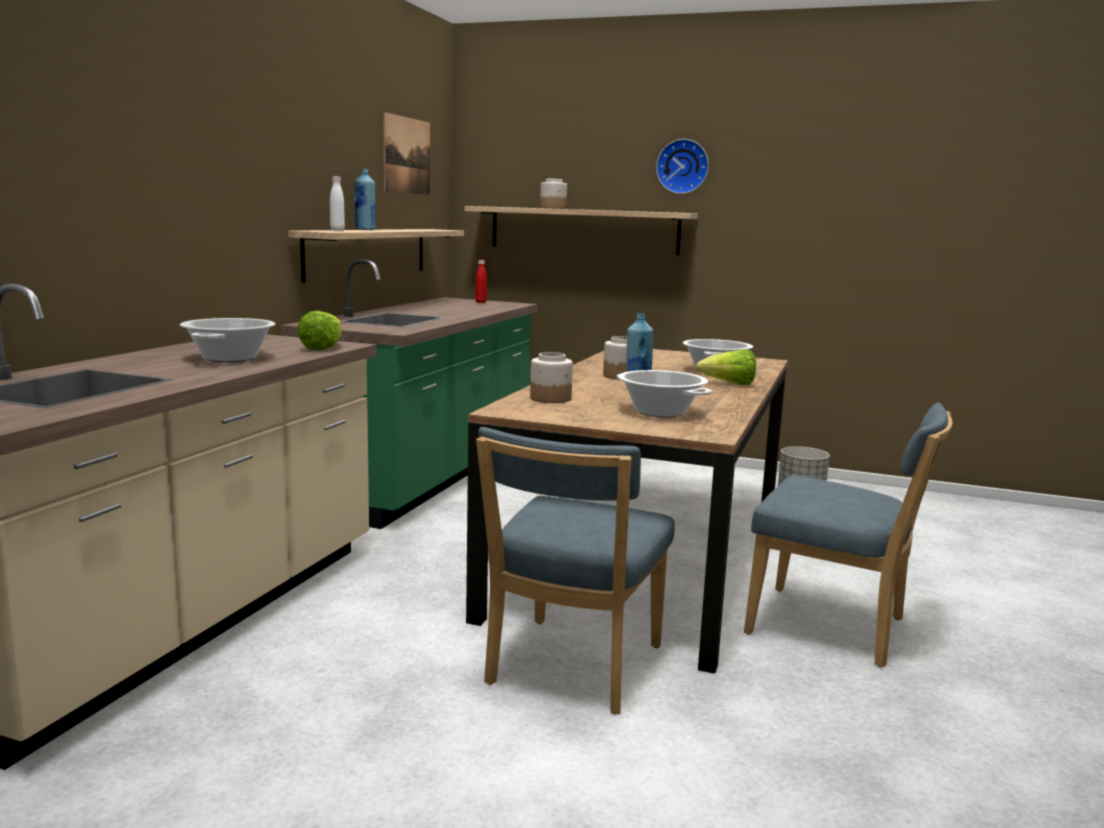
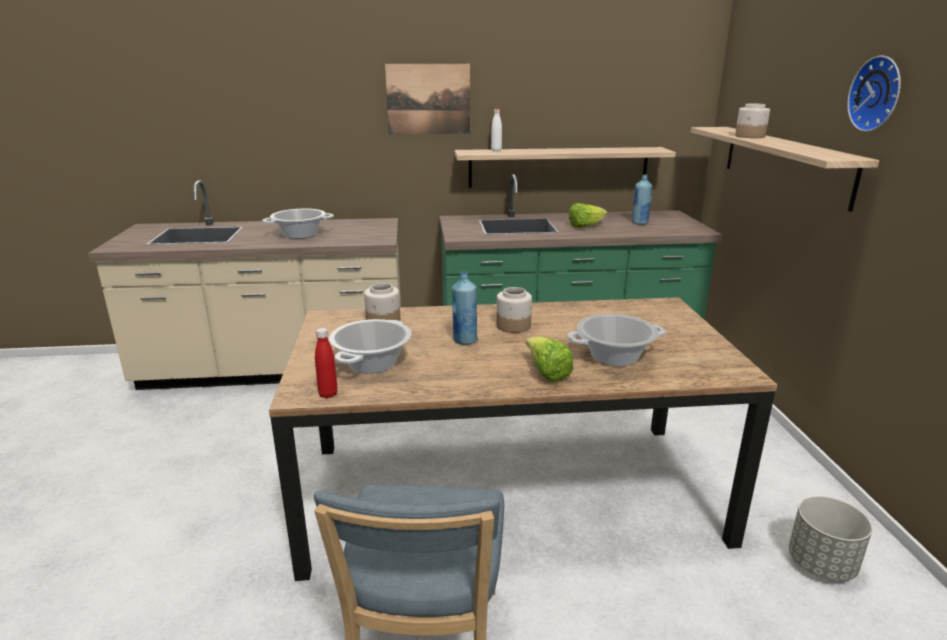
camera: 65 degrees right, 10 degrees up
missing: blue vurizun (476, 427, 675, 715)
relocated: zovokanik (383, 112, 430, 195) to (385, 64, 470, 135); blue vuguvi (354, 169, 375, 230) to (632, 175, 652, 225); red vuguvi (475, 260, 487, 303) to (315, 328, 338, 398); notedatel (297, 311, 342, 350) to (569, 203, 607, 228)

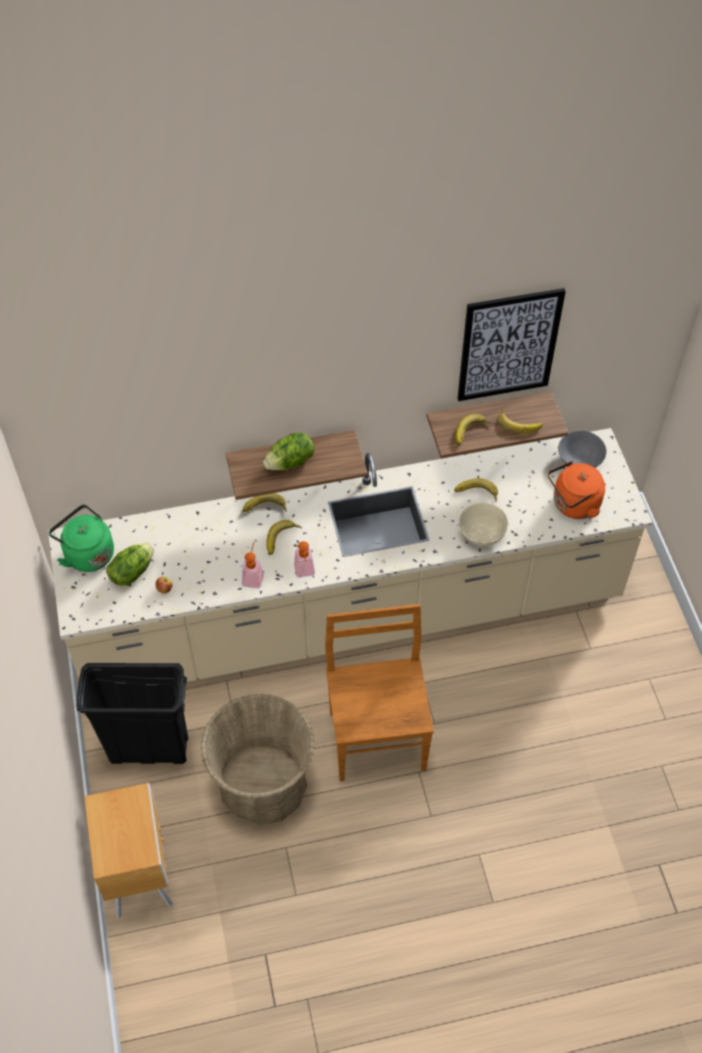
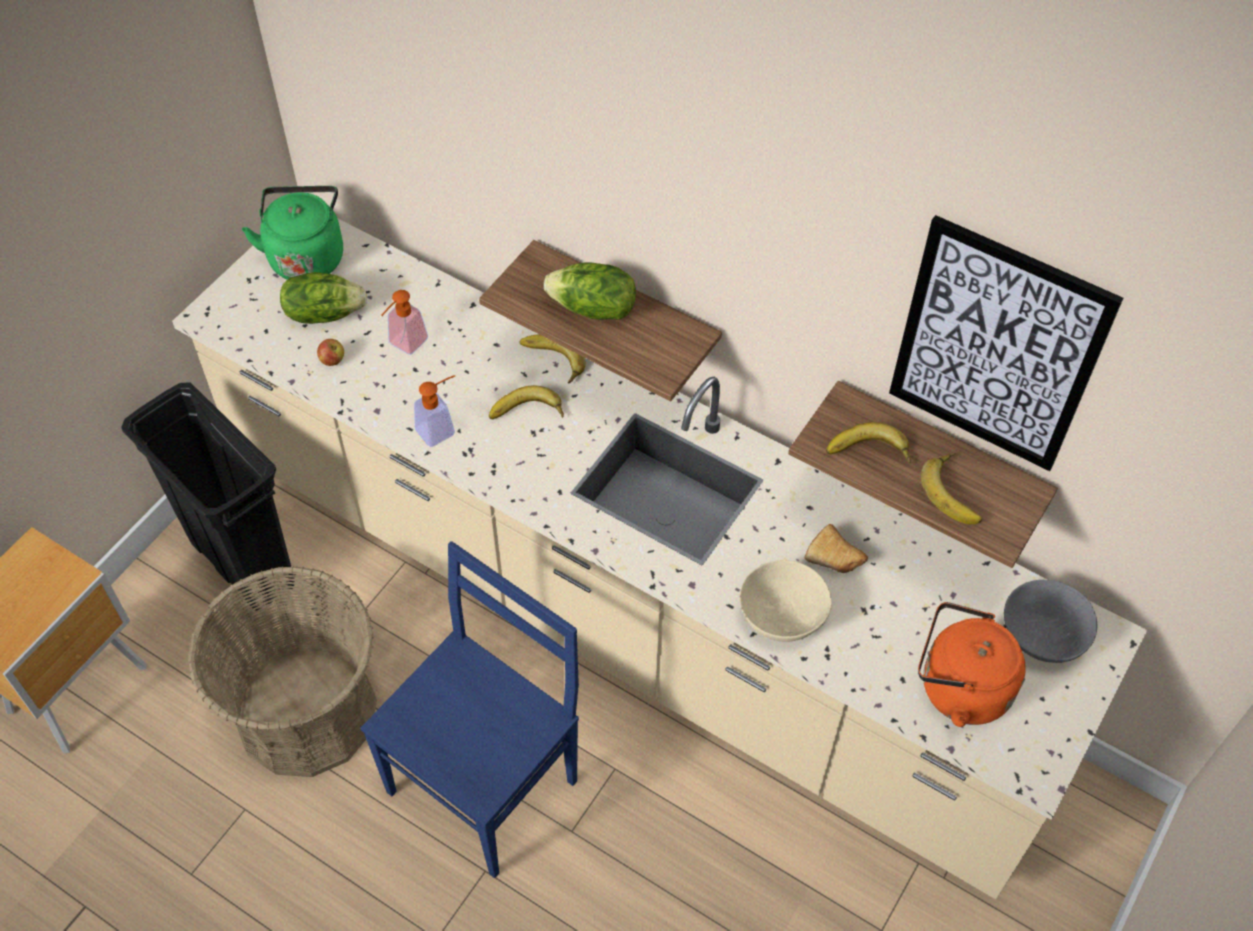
camera: 45 degrees right, 0 degrees up
relocated: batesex (294, 541, 315, 578) to (381, 290, 428, 355)
exchanged: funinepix (454, 478, 498, 502) to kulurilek (805, 524, 868, 573)
colour: brown vurizun (325, 604, 434, 782) to blue vurizun (361, 541, 579, 878)

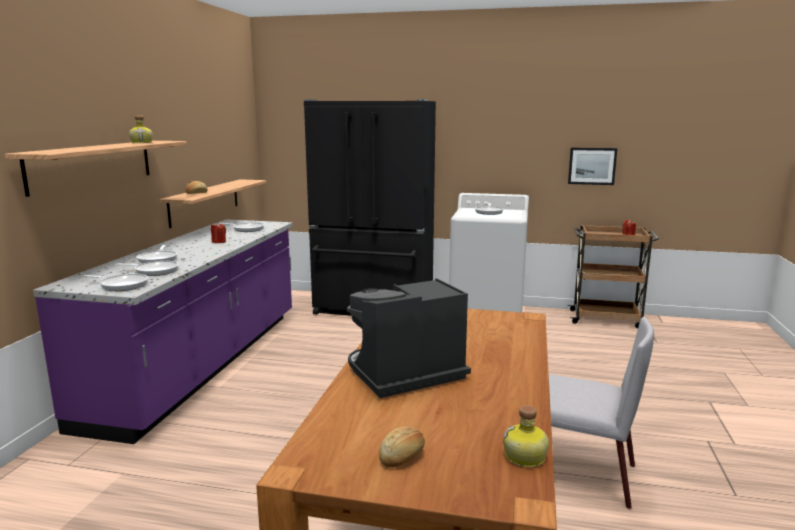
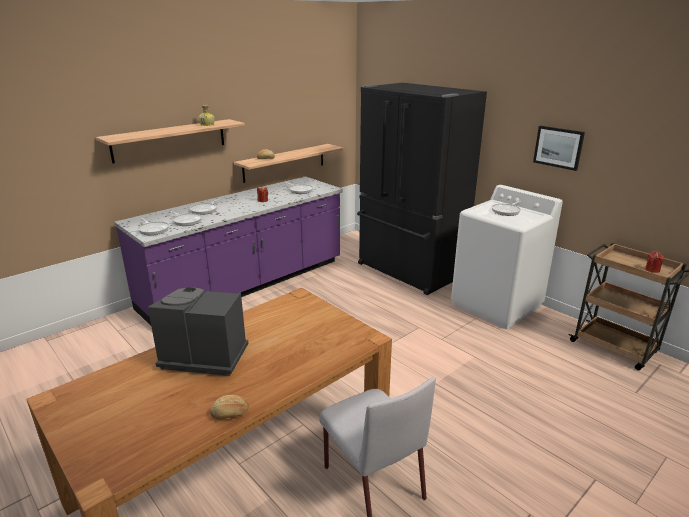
camera: 35 degrees right, 10 degrees up
missing: vuguvi (503, 405, 549, 467)
relocated: zovokanik (568, 148, 617, 185) to (533, 126, 585, 171); kulurilek (379, 426, 425, 468) to (210, 395, 249, 419)

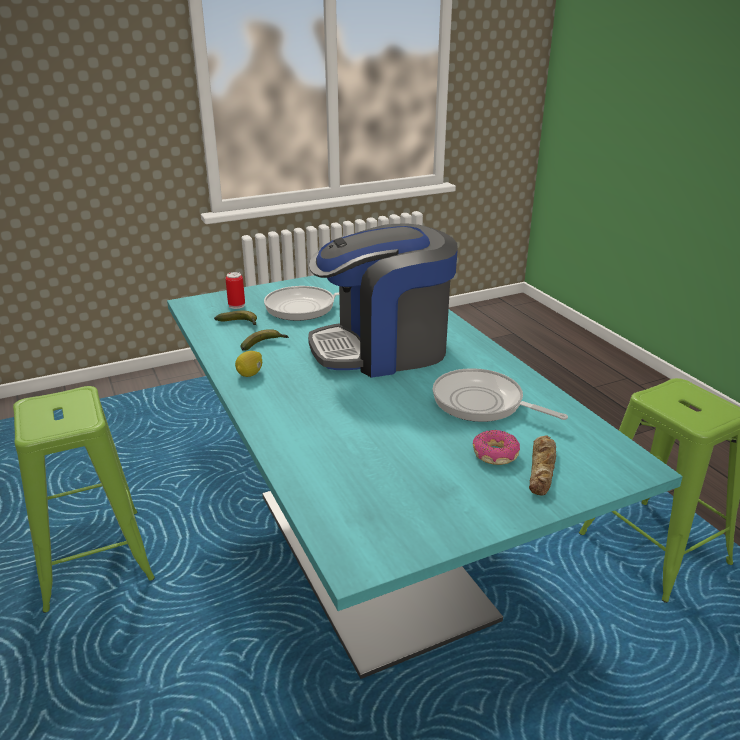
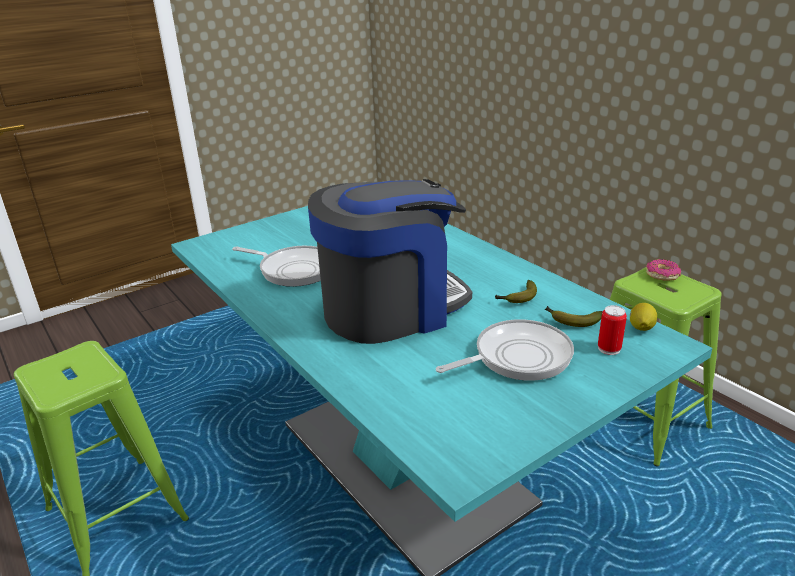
camera: 170 degrees right, 0 degrees up
missing: kulurilek (529, 435, 556, 496)
relocated: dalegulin (235, 351, 262, 377) to (630, 303, 657, 331); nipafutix (473, 430, 520, 465) to (646, 259, 681, 280)

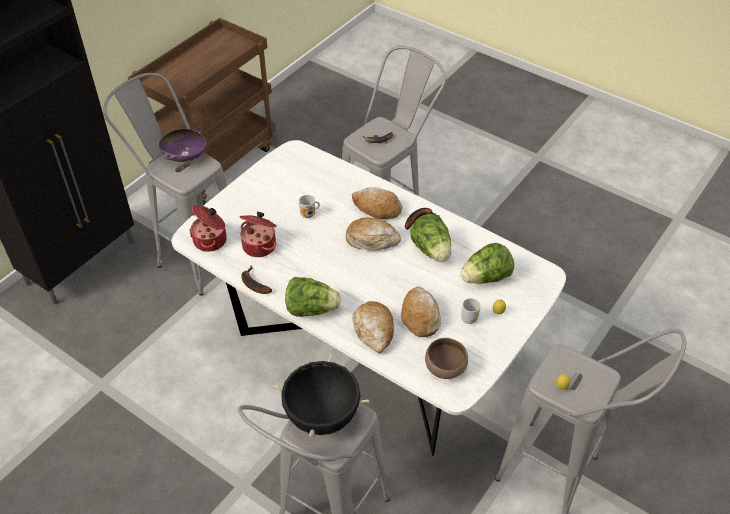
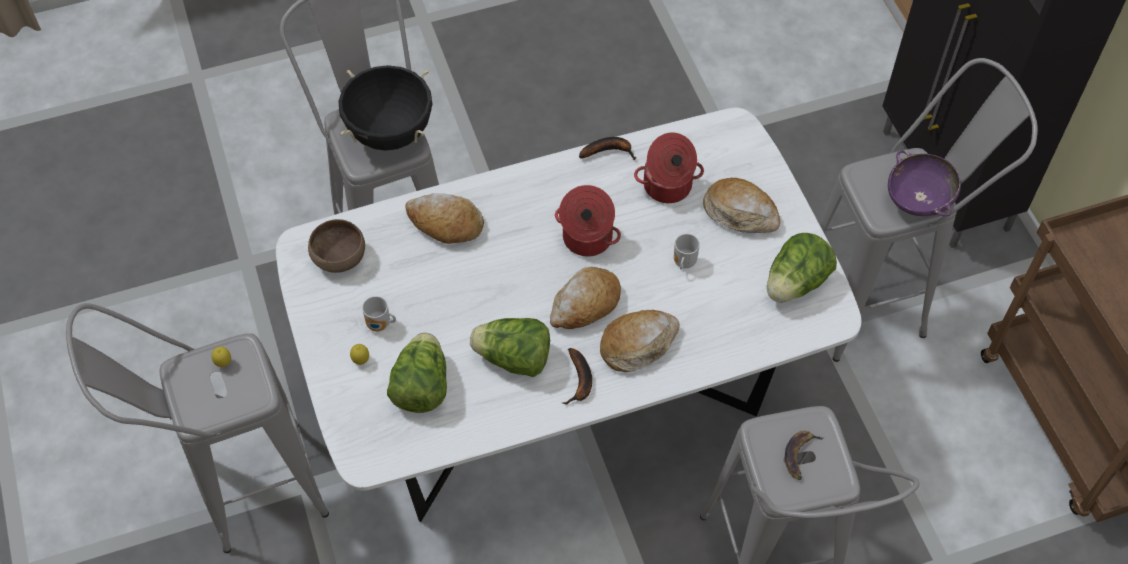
camera: 125 degrees right, 10 degrees up
relocated: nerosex (189, 205, 227, 252) to (555, 185, 621, 256); notedatel (285, 277, 341, 317) to (767, 233, 837, 302); kulurilek (401, 287, 441, 337) to (703, 178, 780, 233)

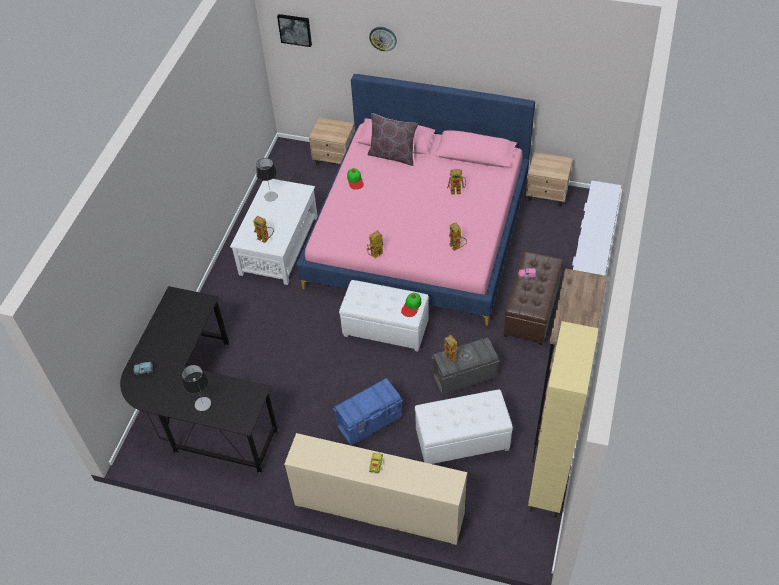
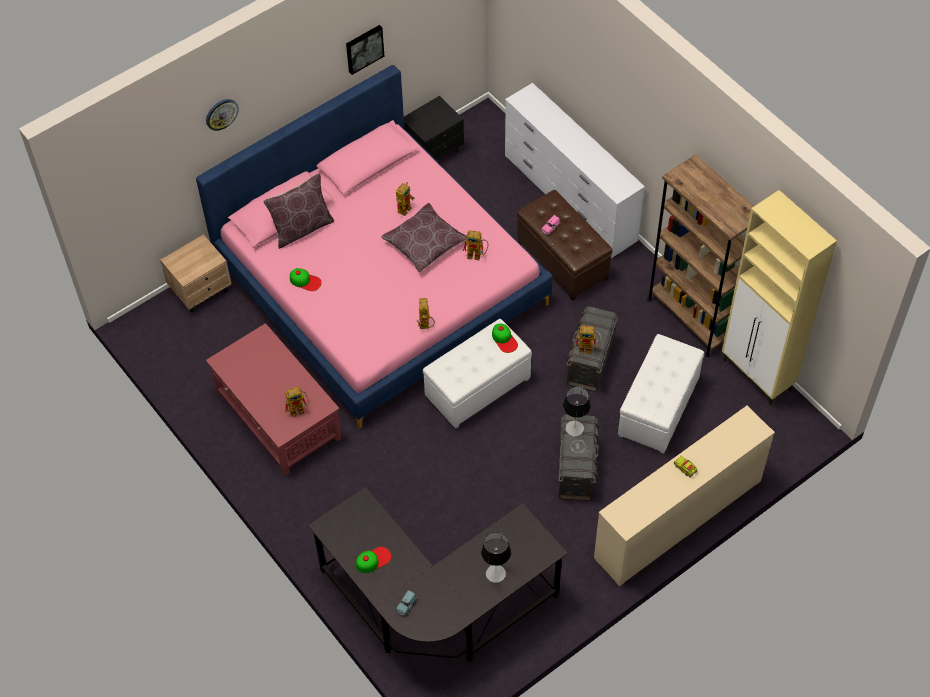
camera: 55 degrees left, 5 degrees up
appeared: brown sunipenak (381, 203, 467, 272); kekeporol (356, 547, 391, 573)
relocated: zovokanik (277, 14, 312, 47) to (346, 25, 384, 75); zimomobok (256, 158, 278, 201) to (563, 387, 591, 436)
colour: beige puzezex (526, 152, 573, 206) to black puzezex (404, 96, 464, 161); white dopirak (230, 179, 317, 285) to red dopirak (206, 323, 342, 476); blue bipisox (333, 378, 403, 445) to grey bipisox (559, 415, 599, 501)

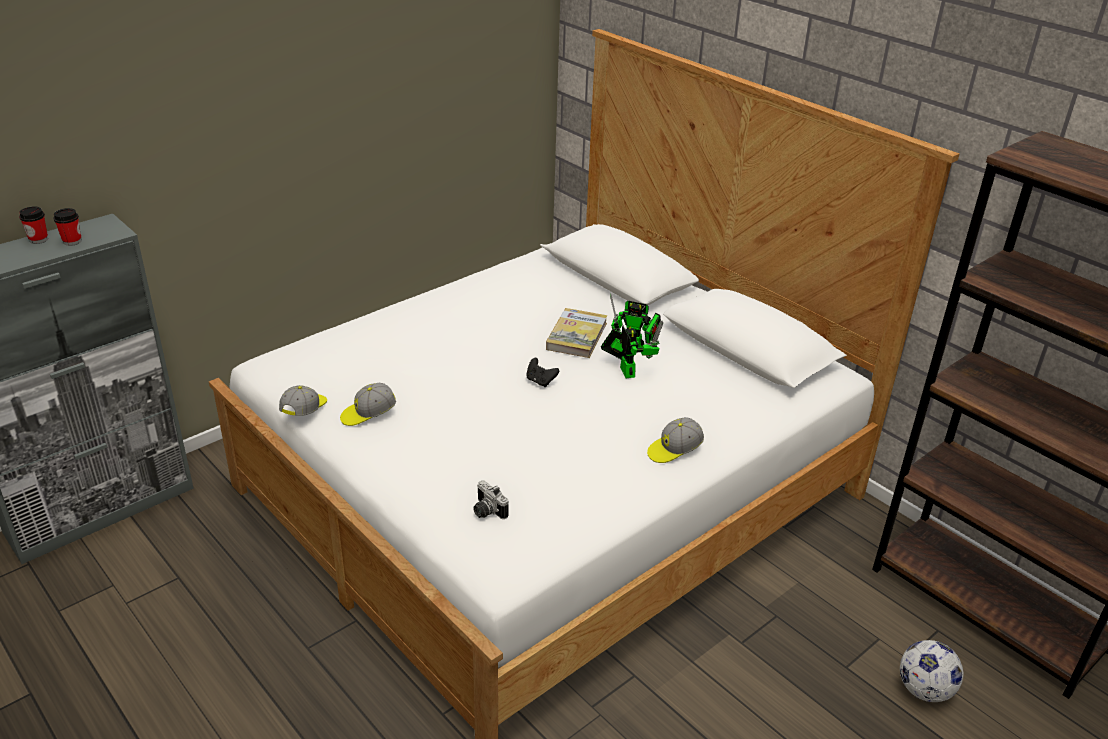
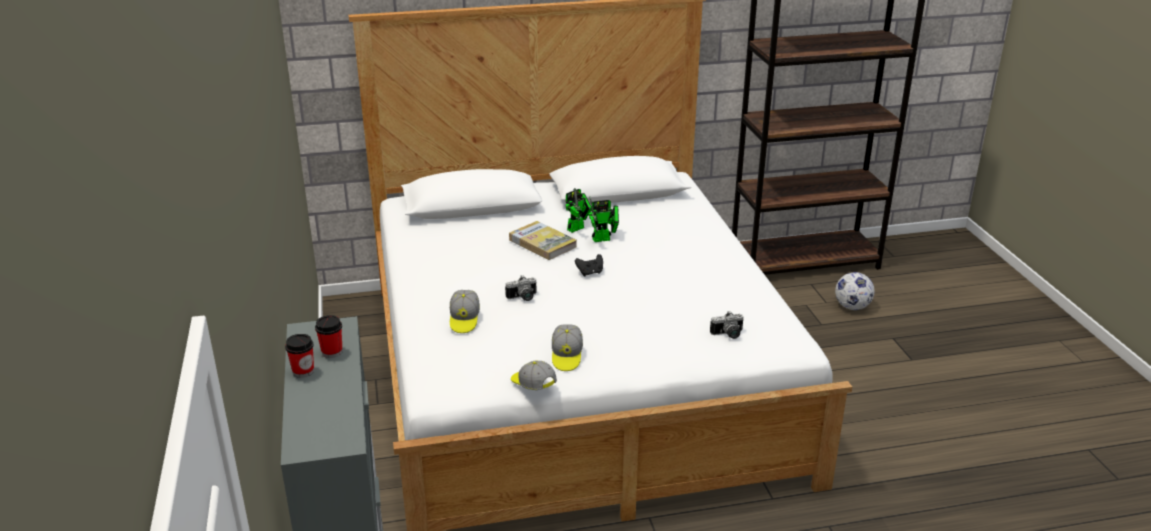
camera: 60 degrees left, 5 degrees down
appeared: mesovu (505, 275, 536, 301)
relocated: kekeporol (647, 417, 704, 463) to (450, 290, 480, 333)
spun: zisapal (601, 321, 664, 378) = (589, 197, 619, 242) 150 degrees clockwise

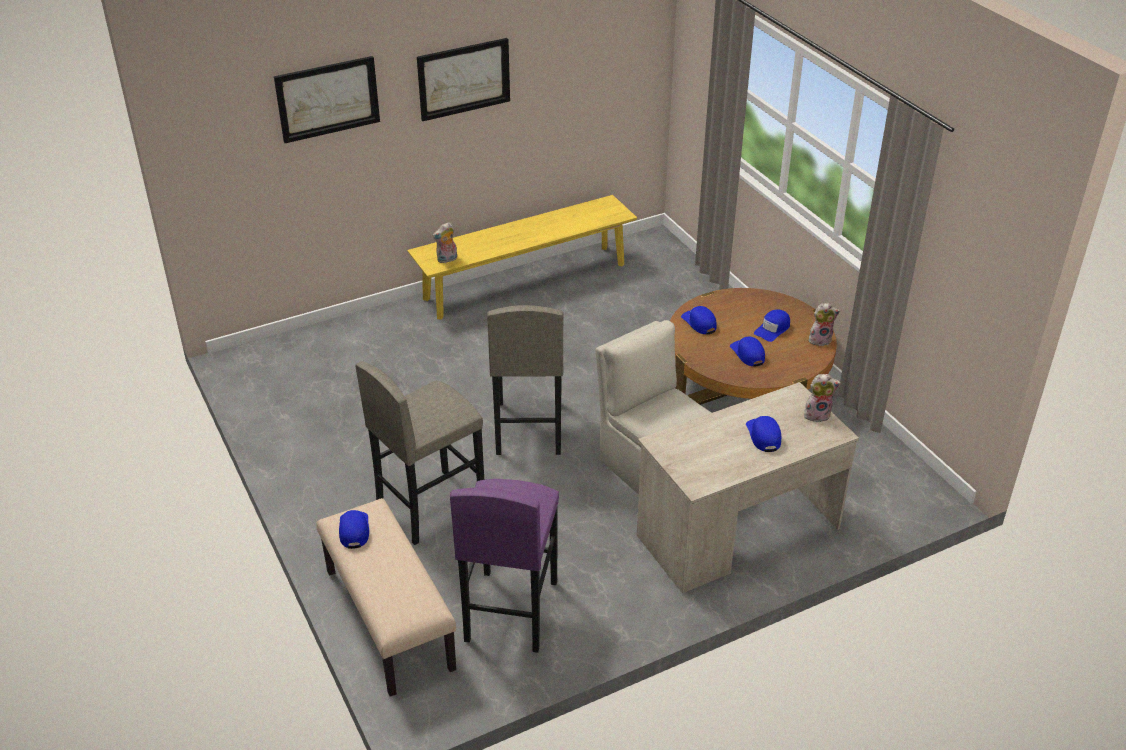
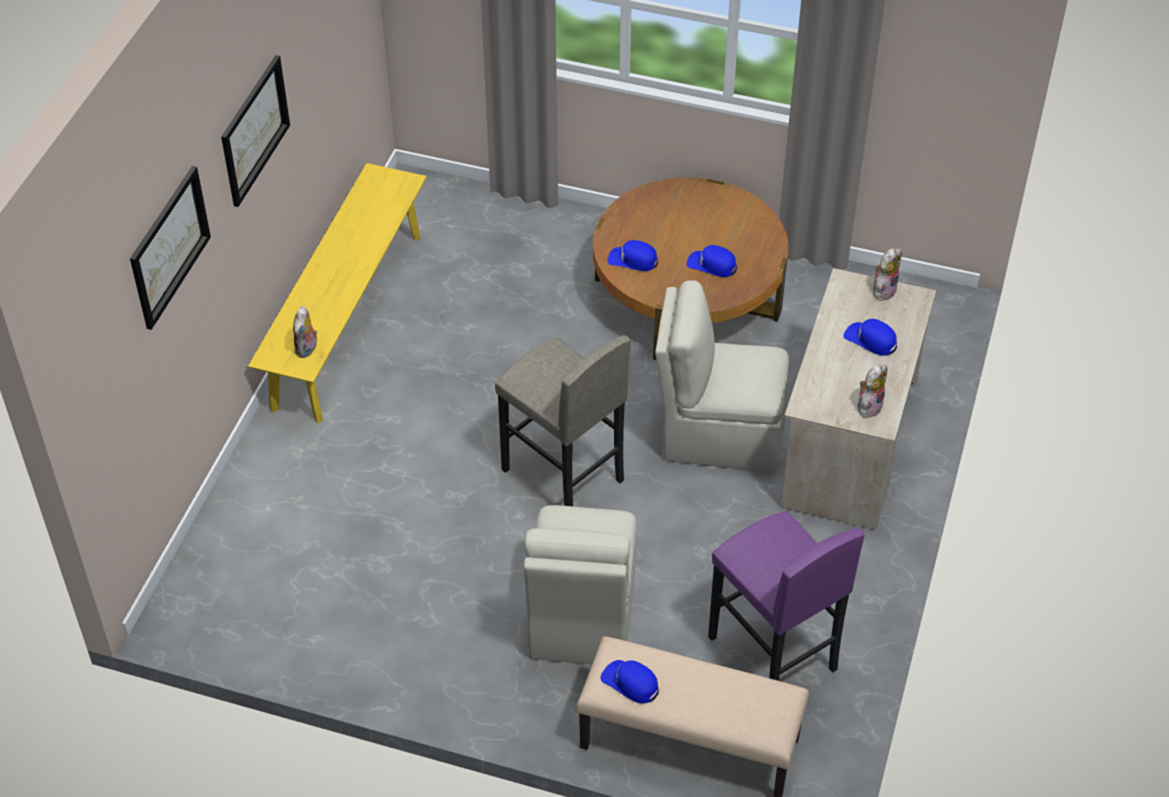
camera: 45 degrees left, 10 degrees up
missing: blue kekeporol (754, 310, 790, 342)
relocated: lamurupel (809, 303, 840, 346) to (858, 364, 887, 418)
exchanged: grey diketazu (355, 361, 484, 545) to beige vurizun (524, 505, 637, 664)

